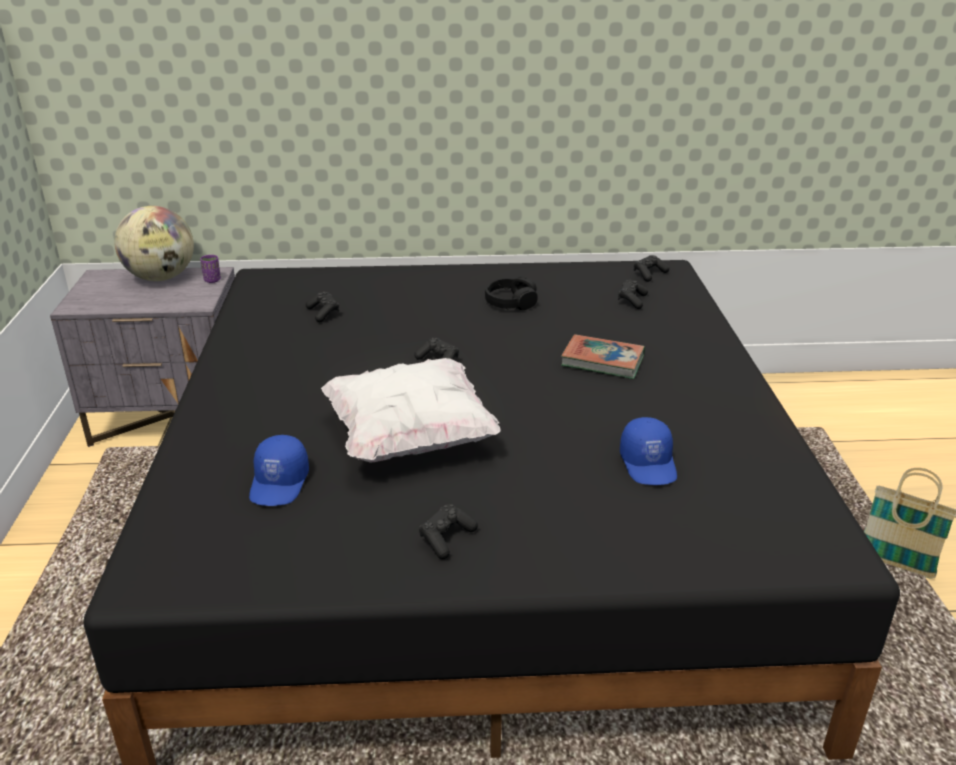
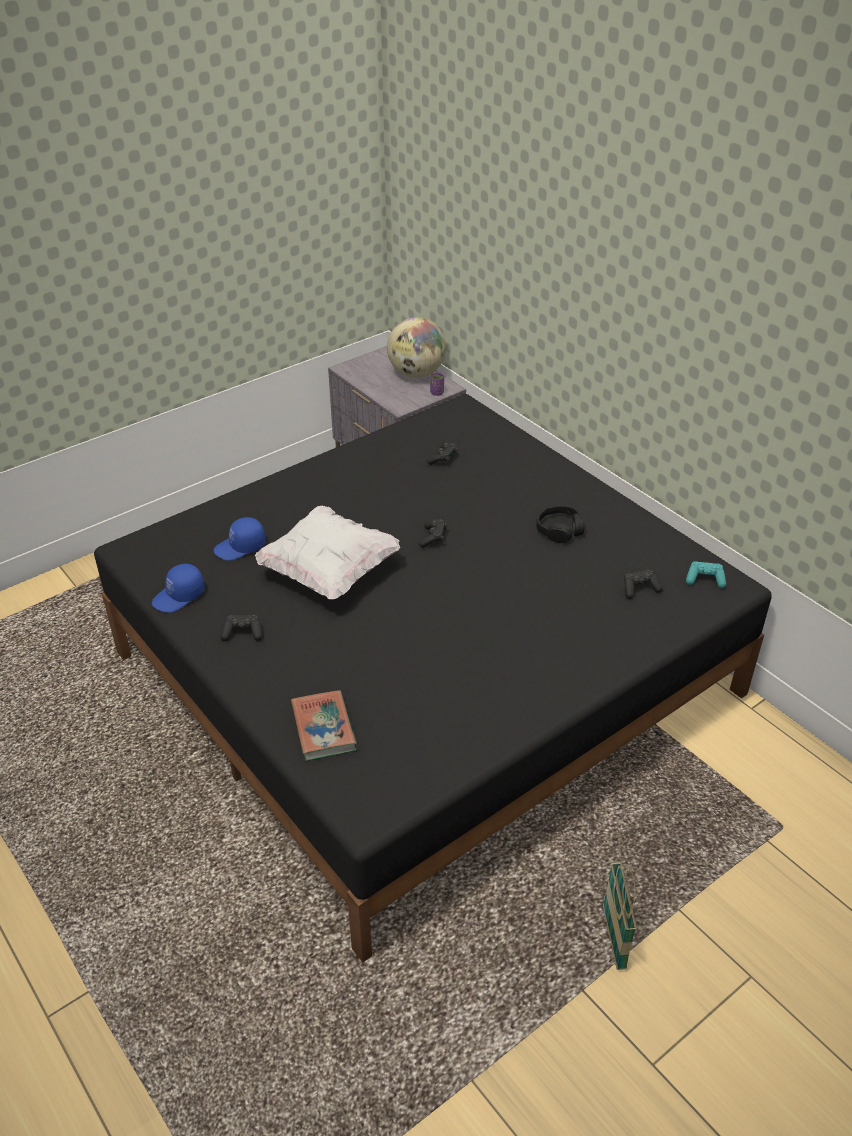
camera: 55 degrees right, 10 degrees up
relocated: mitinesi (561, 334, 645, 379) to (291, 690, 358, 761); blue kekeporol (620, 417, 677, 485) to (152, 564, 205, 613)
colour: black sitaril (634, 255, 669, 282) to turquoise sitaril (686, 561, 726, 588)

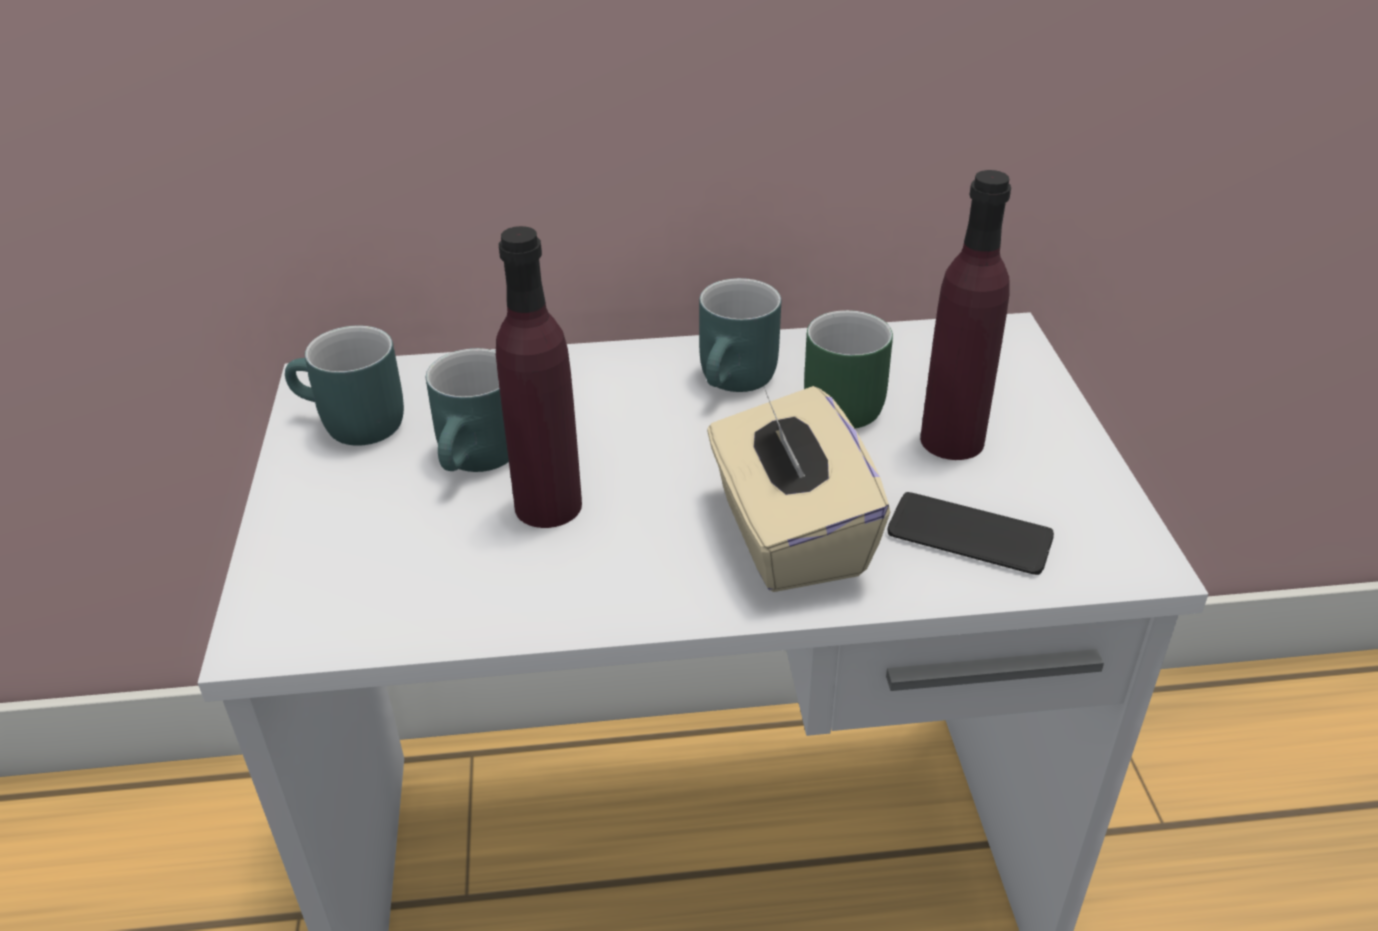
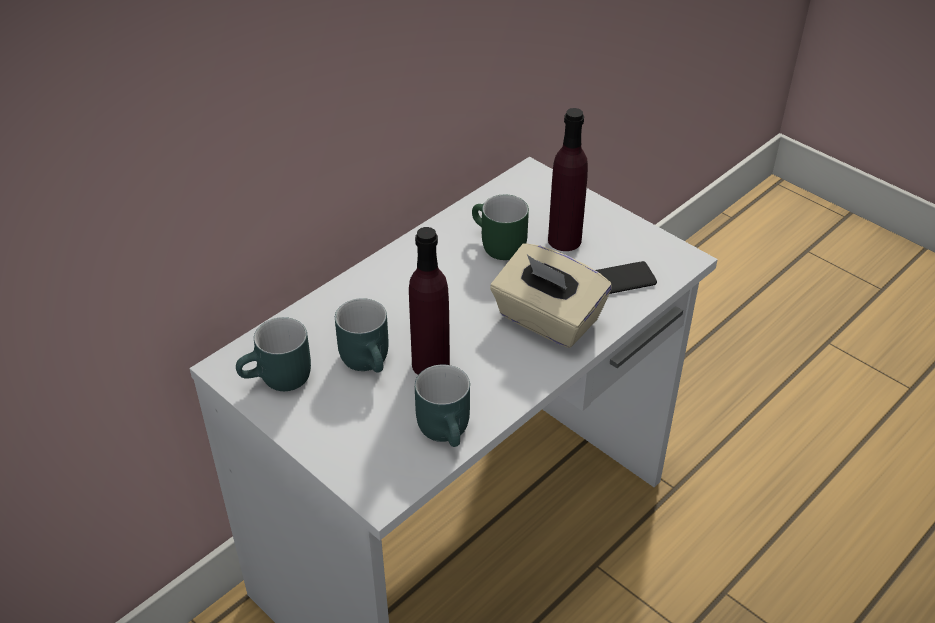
camera: 40 degrees left, 5 degrees up
relocated: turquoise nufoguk (699, 278, 781, 392) to (415, 365, 470, 447)

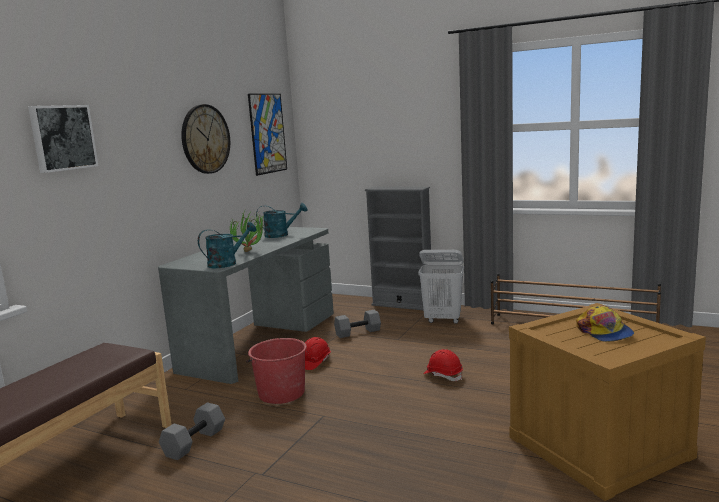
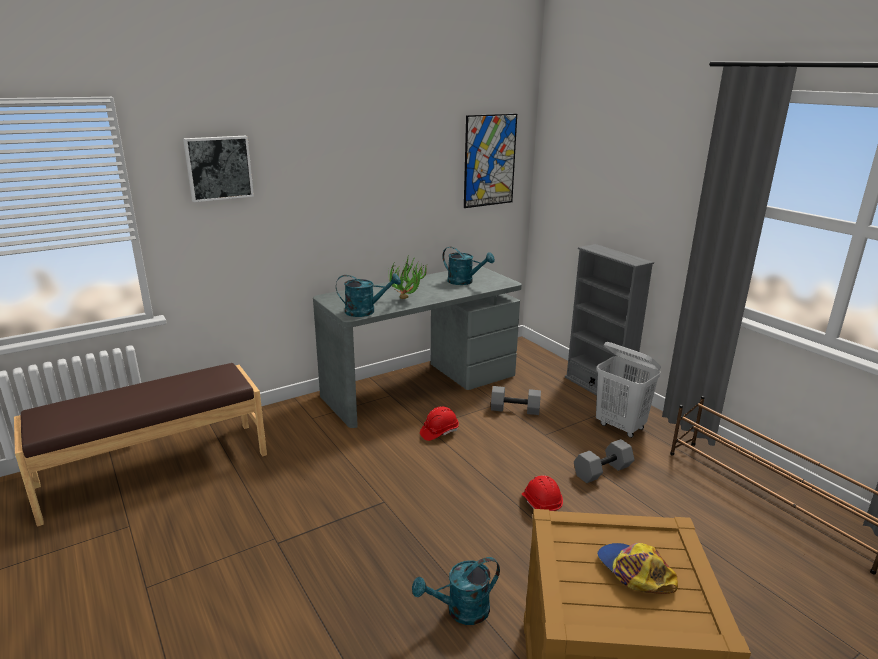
camera: 30 degrees right, 10 degrees up
missing: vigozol (181, 104, 230, 174); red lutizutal (246, 338, 307, 404)
appeared: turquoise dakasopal (412, 557, 500, 625)
relocated: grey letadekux (159, 402, 225, 460) to (574, 439, 634, 483)
spun: kekeporol (576, 305, 634, 342) = (597, 543, 678, 594) 135 degrees clockwise

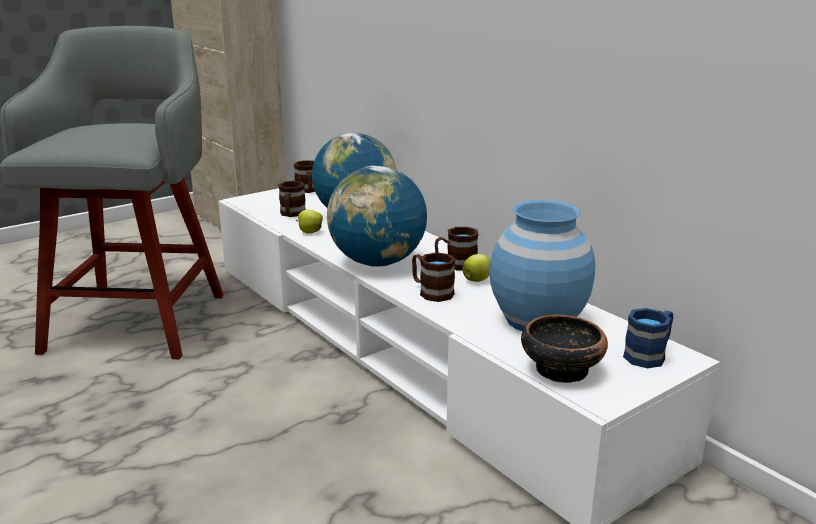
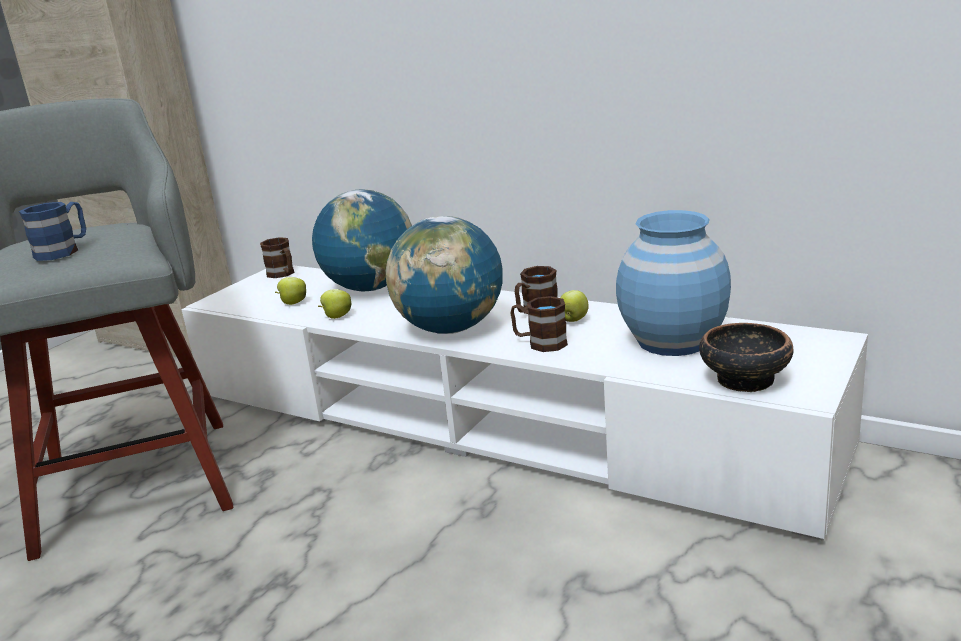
camera: 20 degrees left, 0 degrees up
relocated: blue nufoguk (623, 308, 673, 368) to (19, 202, 86, 261)
exchanged: brown nufoguk (278, 181, 306, 217) to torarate (275, 277, 306, 305)

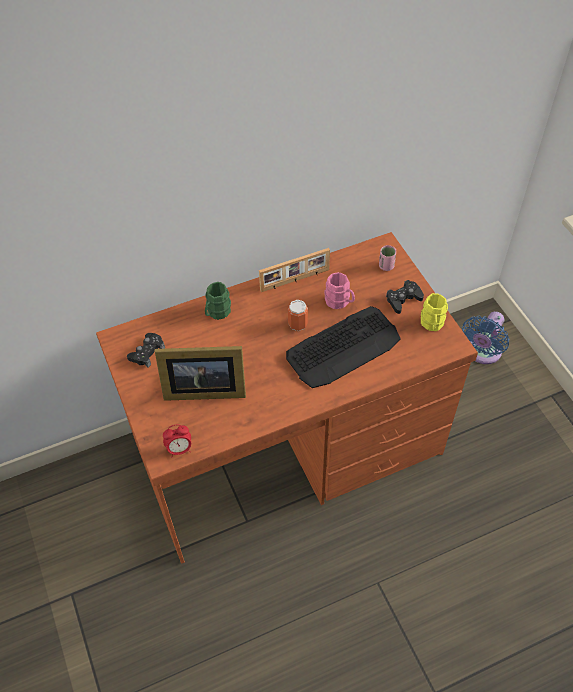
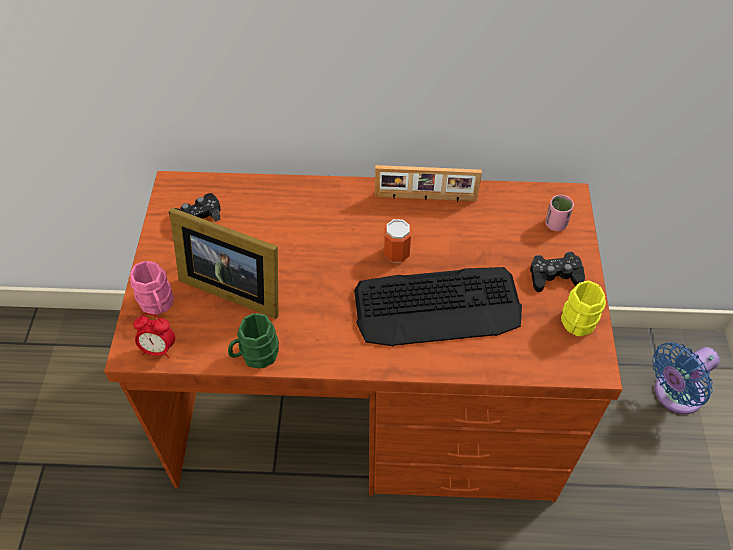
camera: 25 degrees right, 0 degrees up
relocated: pink nufoguk (324, 272, 355, 309) to (130, 261, 174, 315); green nufoguk (205, 282, 231, 320) to (228, 313, 279, 369)

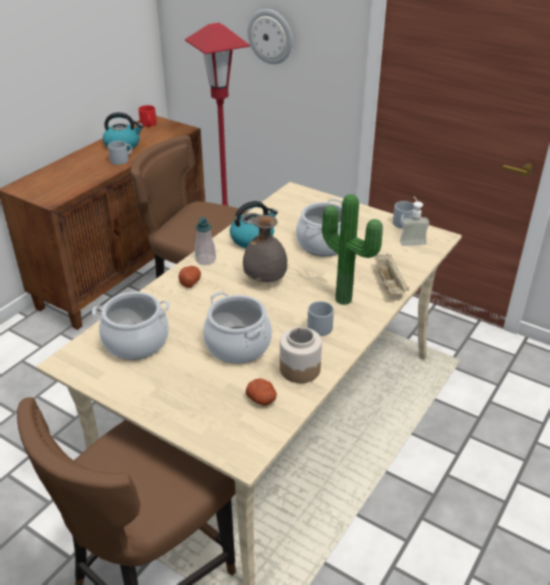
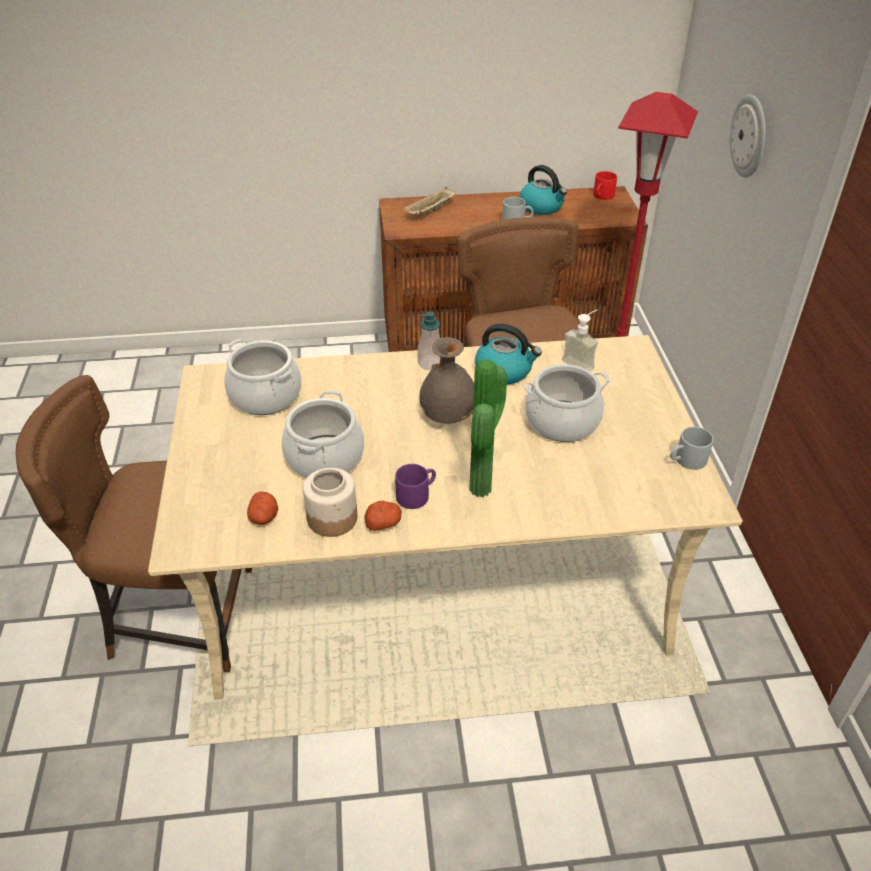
camera: 50 degrees right, 5 degrees up
relocated: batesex (400, 197, 430, 246) to (562, 310, 598, 372); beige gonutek (374, 254, 409, 294) to (403, 187, 456, 215); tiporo (179, 266, 201, 288) to (364, 501, 402, 531)
colour: grey nufoguk (307, 301, 334, 336) to purple nufoguk (395, 464, 436, 509)

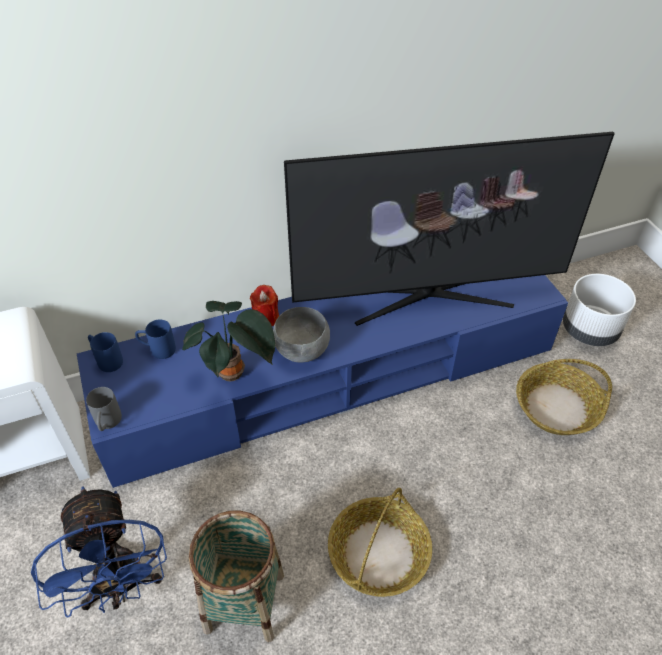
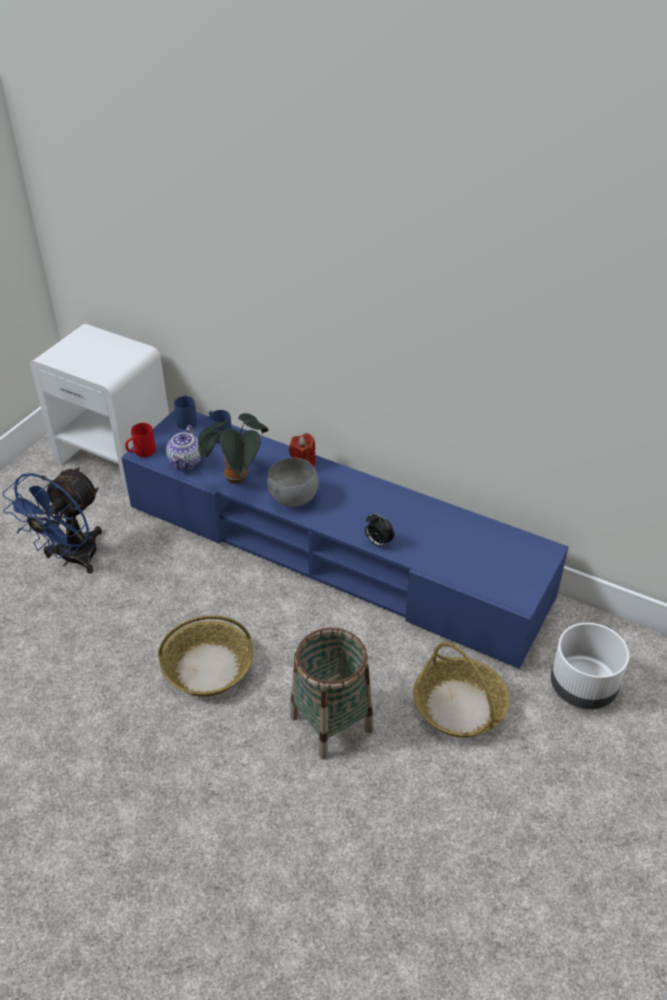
camera: 50 degrees right, 5 degrees down
missing: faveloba (284, 132, 615, 326)
appeared: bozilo (166, 425, 201, 470); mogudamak (365, 513, 394, 548)
relocated: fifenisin (189, 510, 284, 642) to (290, 628, 374, 760)
colour: grey nufoguk (86, 387, 122, 431) to red nufoguk (125, 423, 156, 457)

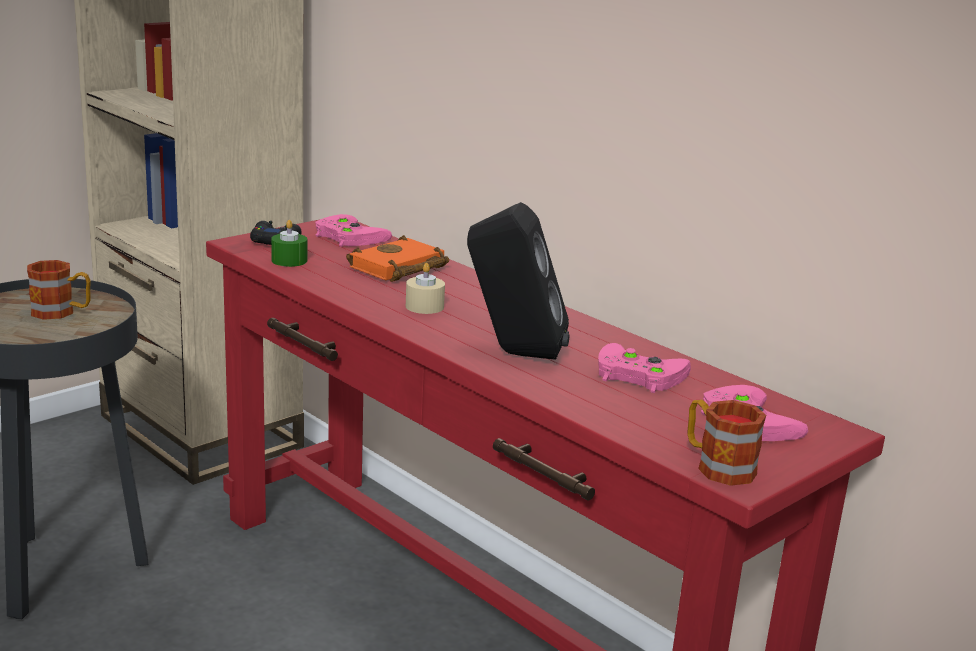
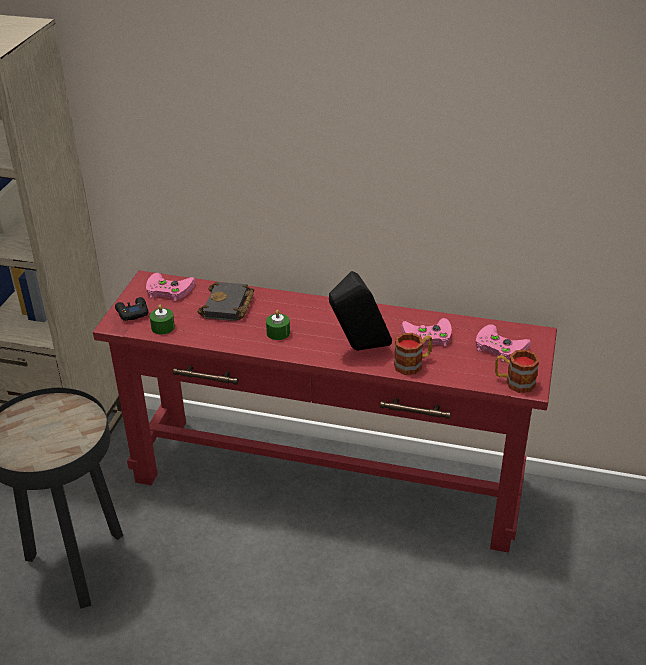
camera: 30 degrees left, 15 degrees up
relocated: nufoguk (27, 260, 91, 320) to (394, 333, 433, 375)
colour: orange mitinesi (346, 235, 449, 282) to black mitinesi (198, 282, 254, 321); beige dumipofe (406, 263, 445, 314) to green dumipofe (266, 310, 290, 340)

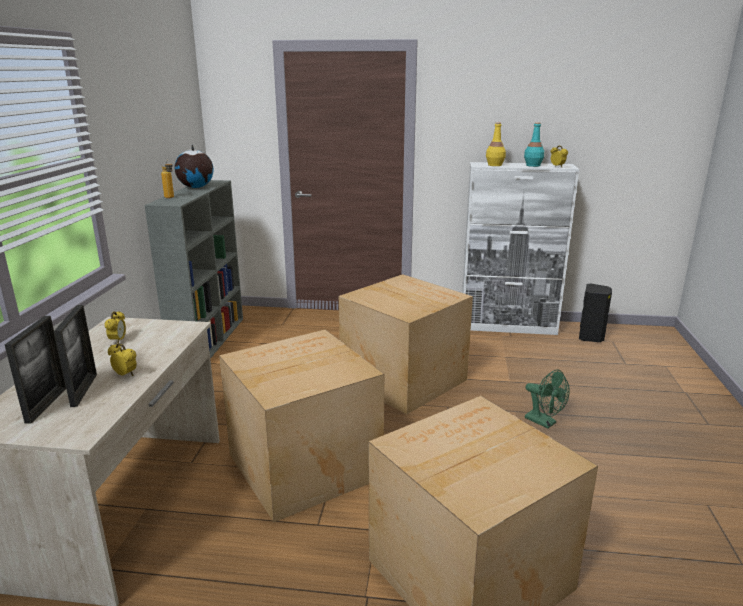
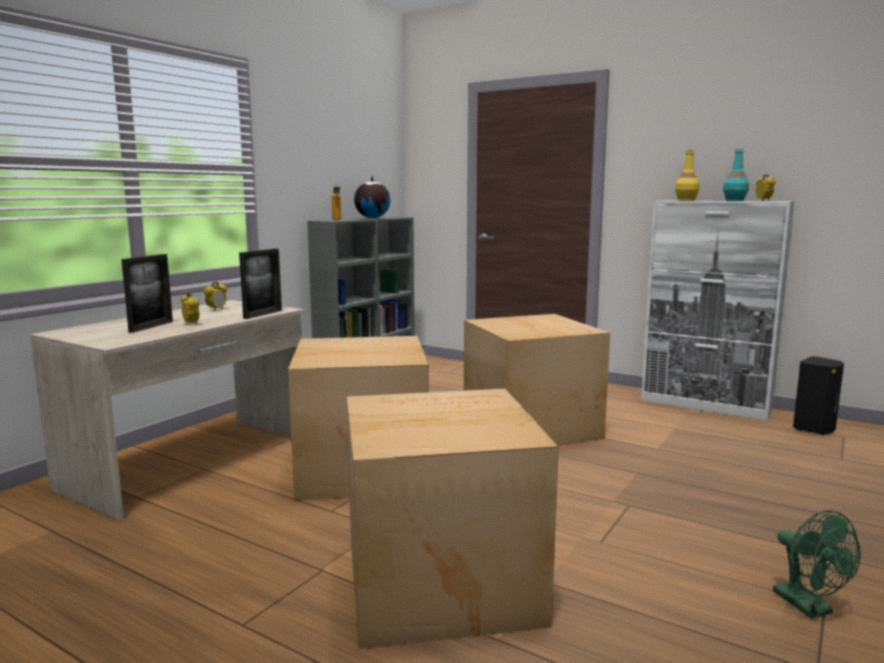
camera: 25 degrees right, 10 degrees down
relocated: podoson (5, 316, 66, 424) to (239, 249, 282, 319); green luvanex (525, 370, 570, 429) to (773, 510, 861, 618)

